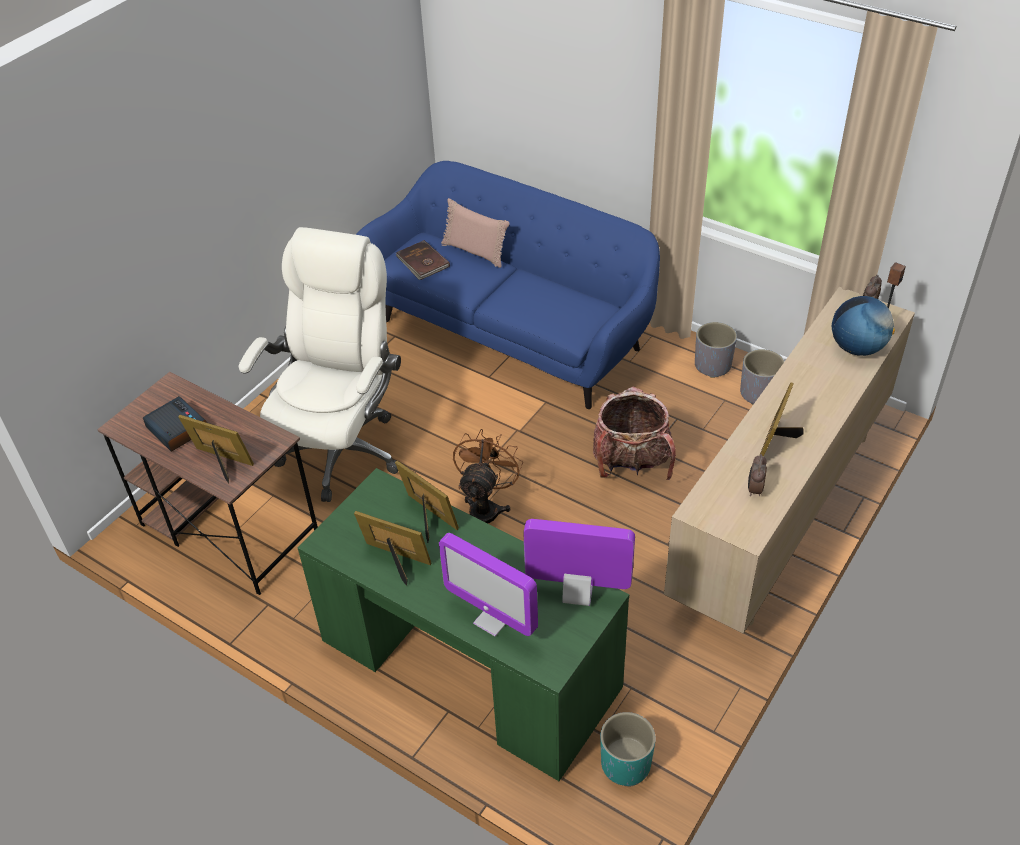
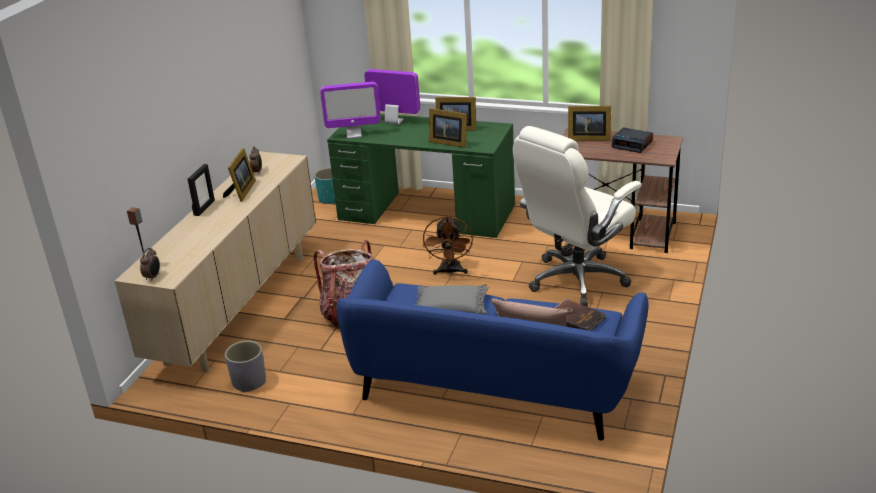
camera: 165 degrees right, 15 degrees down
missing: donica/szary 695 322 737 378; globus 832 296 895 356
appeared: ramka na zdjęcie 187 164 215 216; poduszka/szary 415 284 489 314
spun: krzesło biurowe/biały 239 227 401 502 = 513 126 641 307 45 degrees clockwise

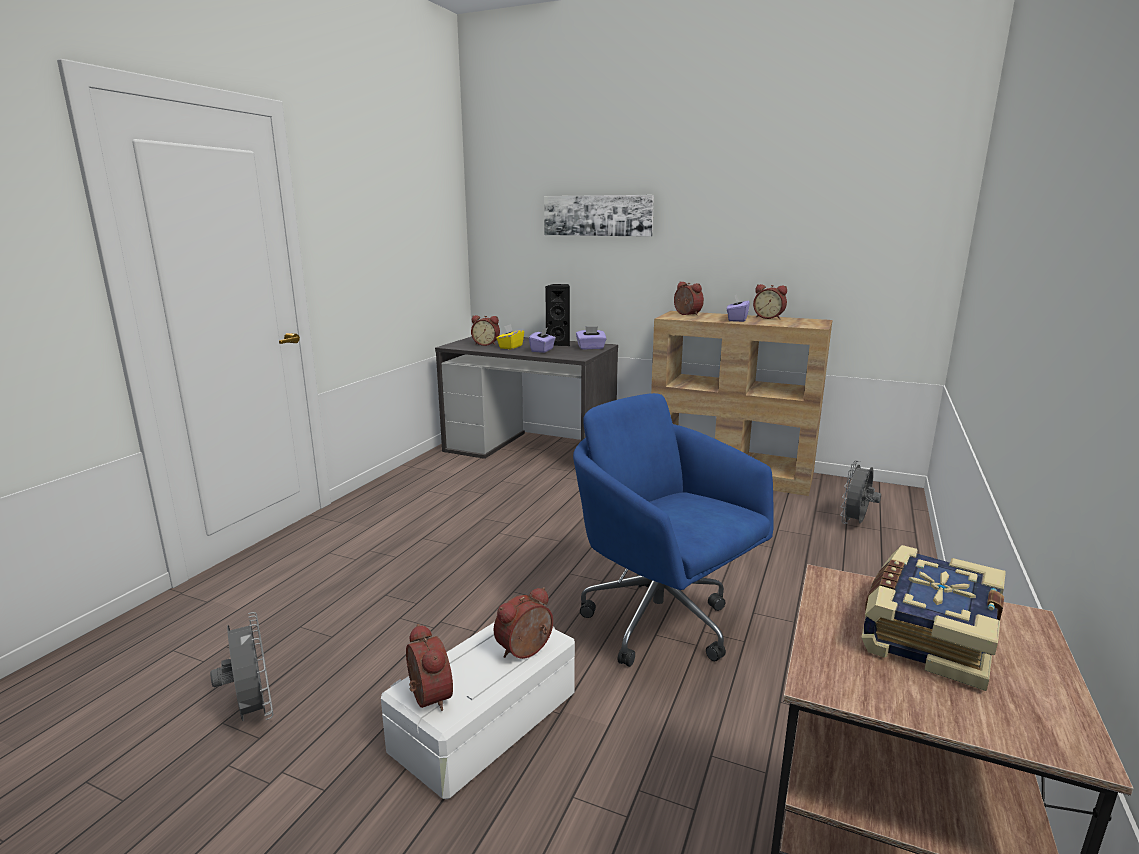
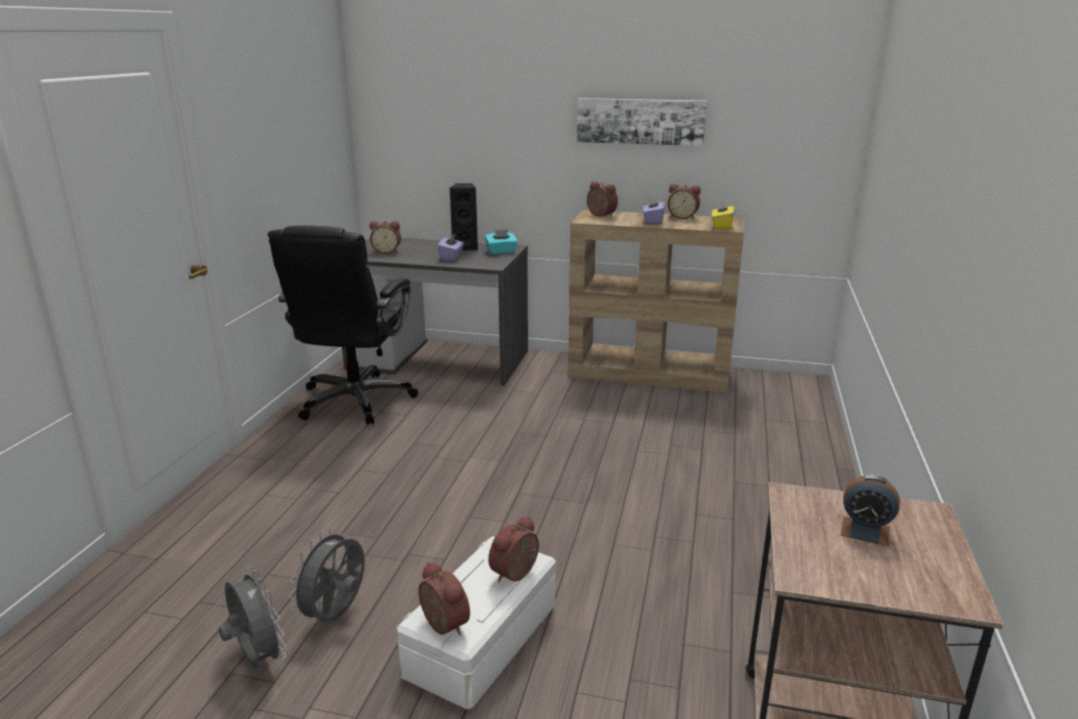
camera: 10 degrees left, 5 degrees up
missing: krzesło biurowe/niebieski 573 393 774 667
appeared: krzesło biurowe/czarny 268 225 418 425
relocated: pudełko chusteczek/żółty 496 324 524 349 to 712 201 734 230; obraz 544 195 654 237 to 577 98 707 146; wentylator/szary 840 460 881 524 to 288 528 365 623
exchanged: książka 861 545 1006 691 to budzik 841 475 900 546
colour: pudełko chusteczek/fioletowy 576 326 607 349 to pudełko chusteczek/turkusowy 484 229 518 254

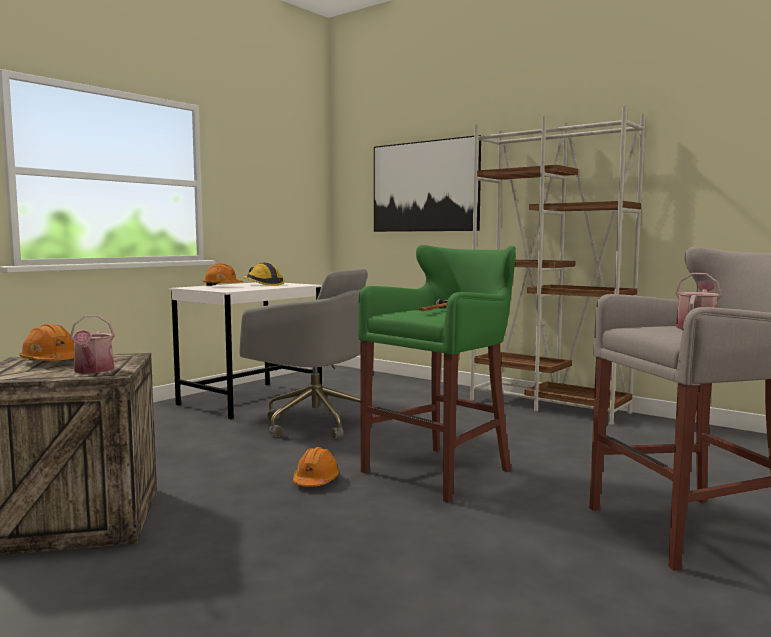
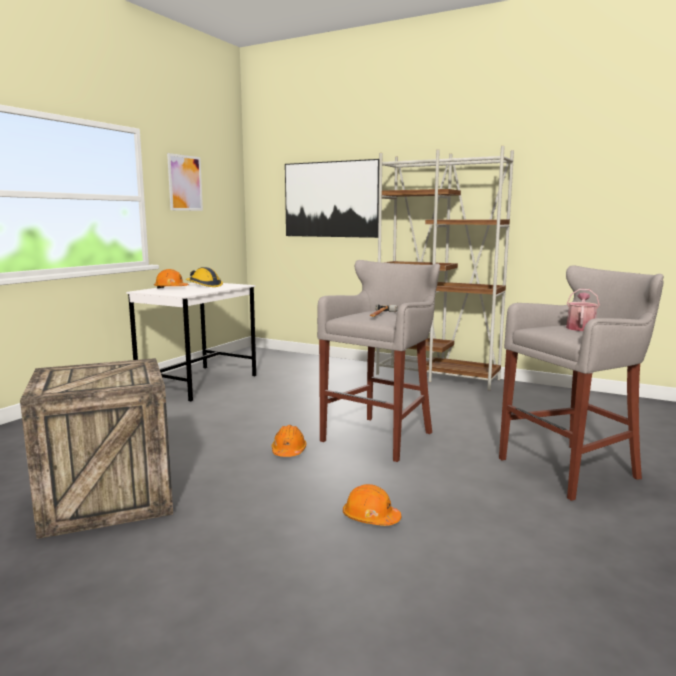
camera: 10 degrees left, 5 degrees up
missing: konewka 70 315 115 374; krzesło biurowe/szary 240 269 368 439
appeared: obraz 167 153 203 211
relocated: kask/pomarańczowy 19 324 74 361 to 343 484 401 526
colour: stołek/zielony 358 245 516 503 to stołek/szary 317 260 440 462

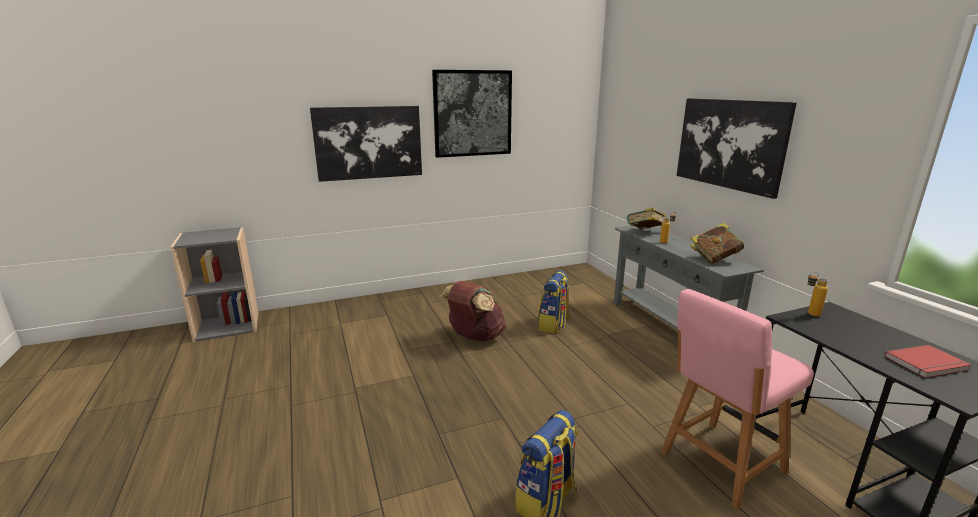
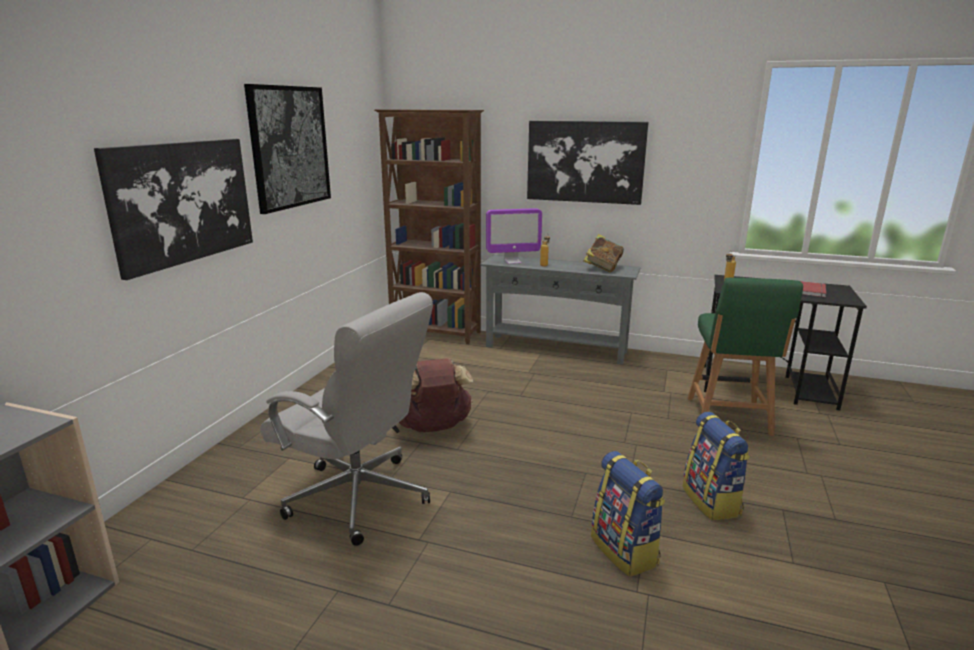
camera: 50 degrees left, 0 degrees up
appeared: krzesło biurowe/szary 261 292 433 546; regał/brązowy 374 109 484 344
relocated: plecak 538 270 570 334 to 591 451 665 577
exchanged: książka 627 208 666 229 to monitor 486 209 542 264
colour: krzesło/różowy 661 289 814 510 to krzesło/zielony 687 278 803 436

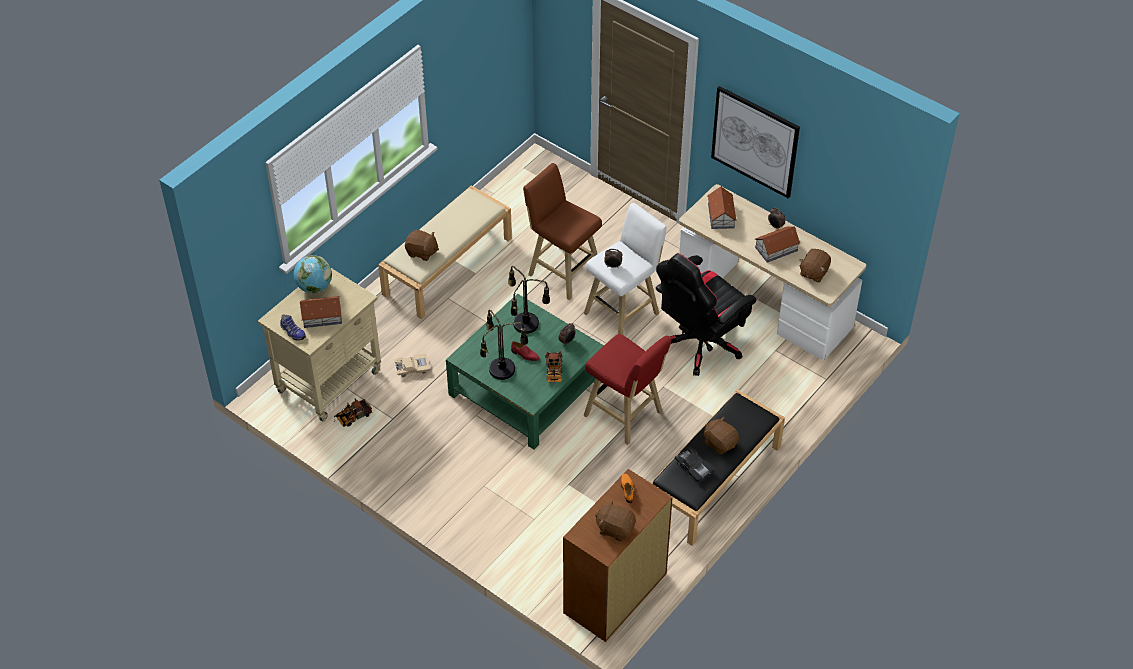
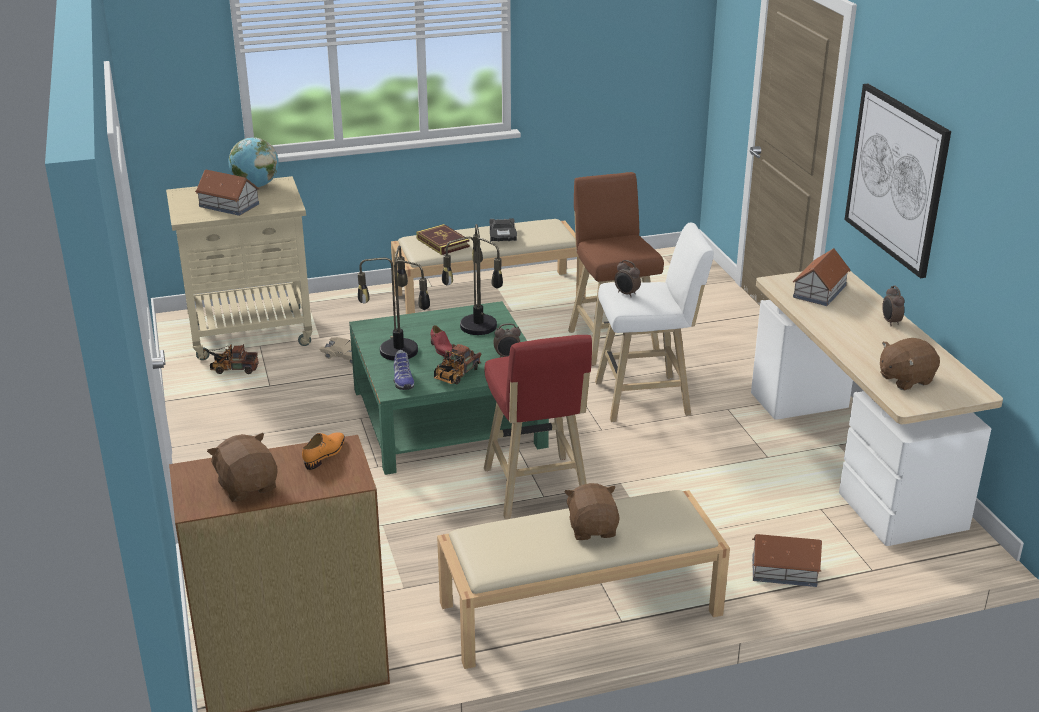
camera: 35 degrees right, 20 degrees down
missing: krzesło biurowe/czarny 656 253 756 376
relocated: but 280 314 306 340 to 393 350 414 390; samochodzik/czarny 675 446 715 482 to 489 218 517 241; domek 755 226 800 263 to 752 534 822 587
exchanged: pluszak/brązowy 405 230 439 261 to książka 416 224 470 255
colour: ławka/czarny 651 390 785 546 to ławka/beżowy 437 490 730 669

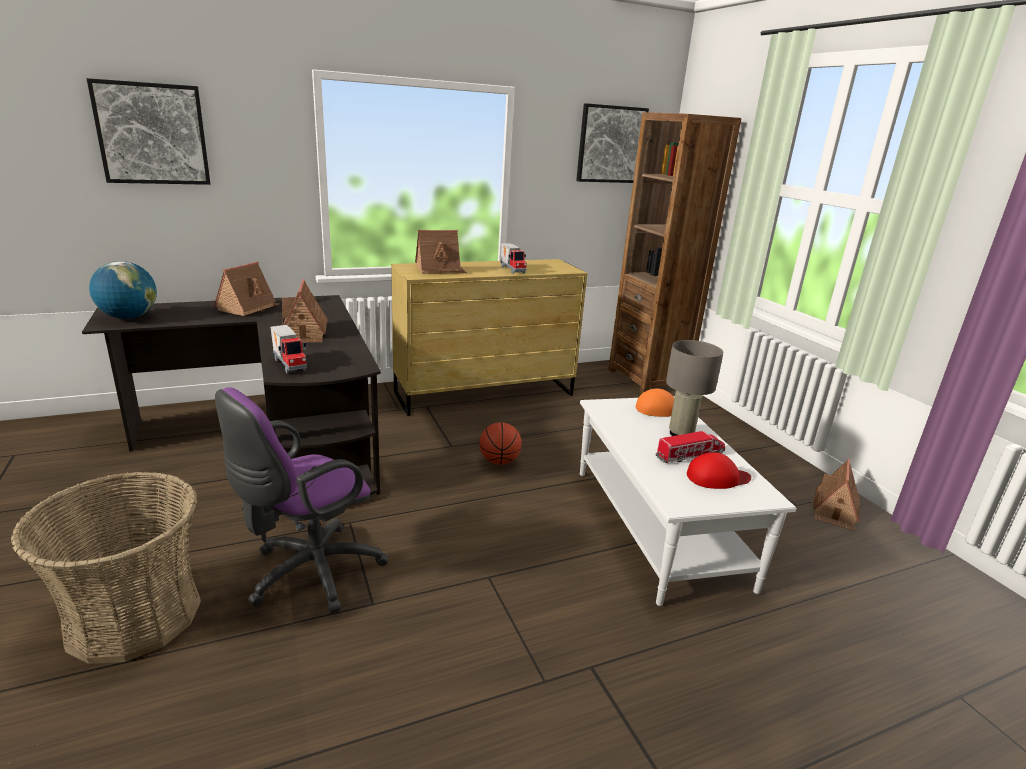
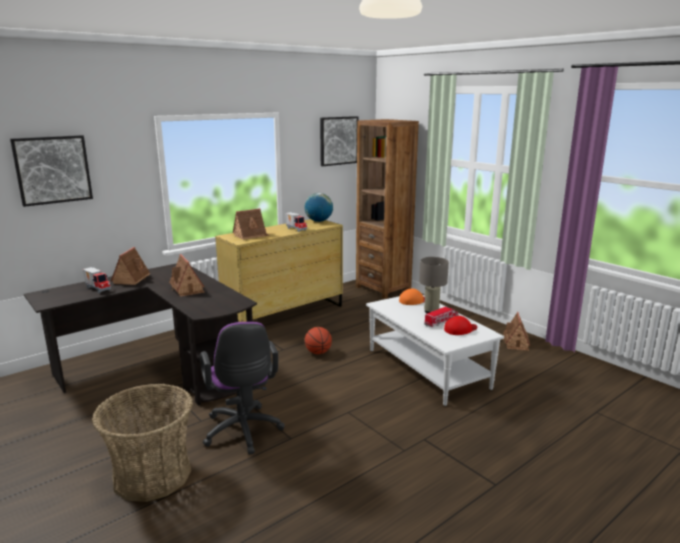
camera: 15 degrees left, 5 degrees down
relocated: globus 89 261 157 319 to 304 193 333 222; ciężarówka zabawkowa 271 325 307 373 to 83 267 111 293
spun: krzesło biurowe/fioletowy 215 387 388 614 = 200 322 284 455 45 degrees counterclockwise

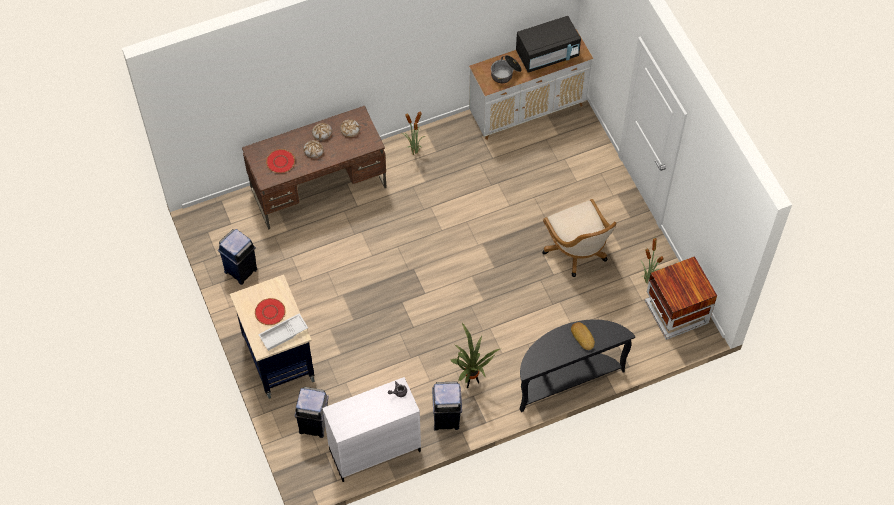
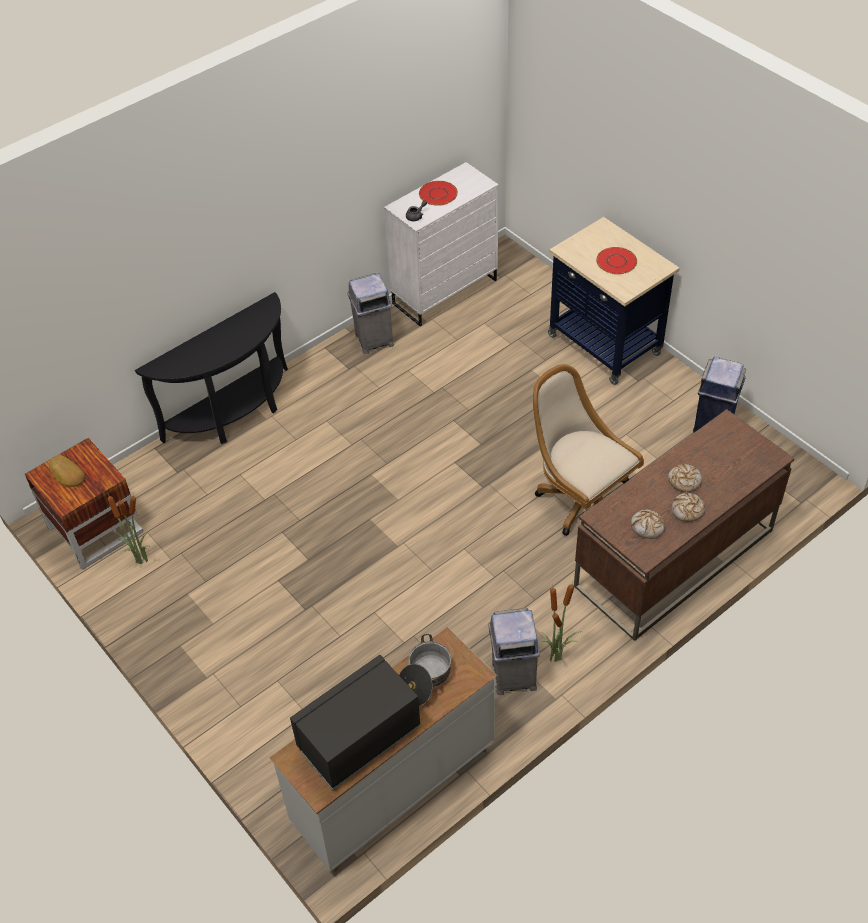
camera: 165 degrees right, 10 degrees down
missing: taca/biały 258 314 308 351; roślina doniczkowa 450 323 500 388
relocated: talerz/czerwony 266 149 295 173 to 419 181 458 206; kosz na śmieci/szary 294 387 329 438 to 488 608 540 695; krzesło biurowe 542 199 616 277 to 533 364 644 536; chleb 571 322 595 350 to 49 455 85 487

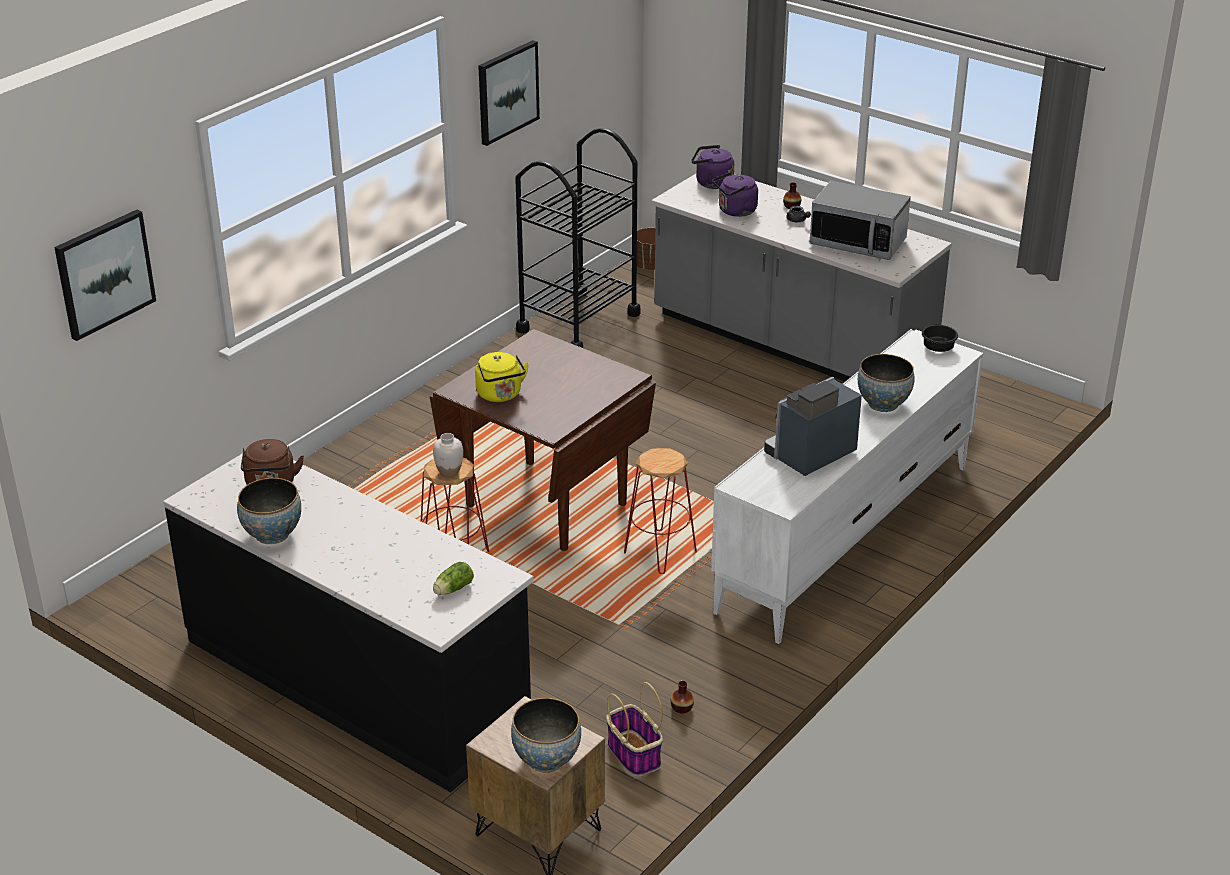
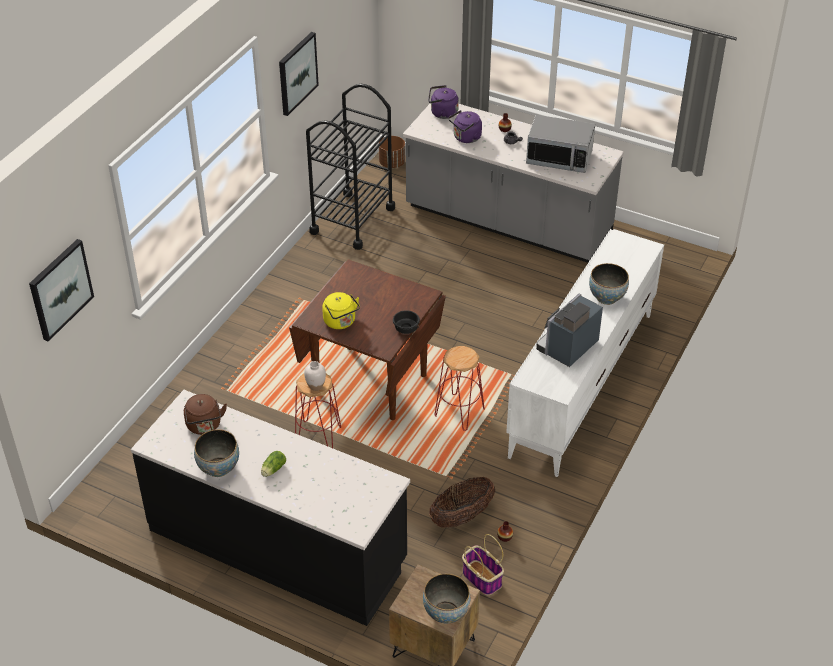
camera: 10 degrees left, 10 degrees up
appeared: koszyk 429 477 495 528
relocated: sałata 433 562 474 595 to 261 451 286 477; miska/czarny 922 325 958 352 to 393 310 420 334

